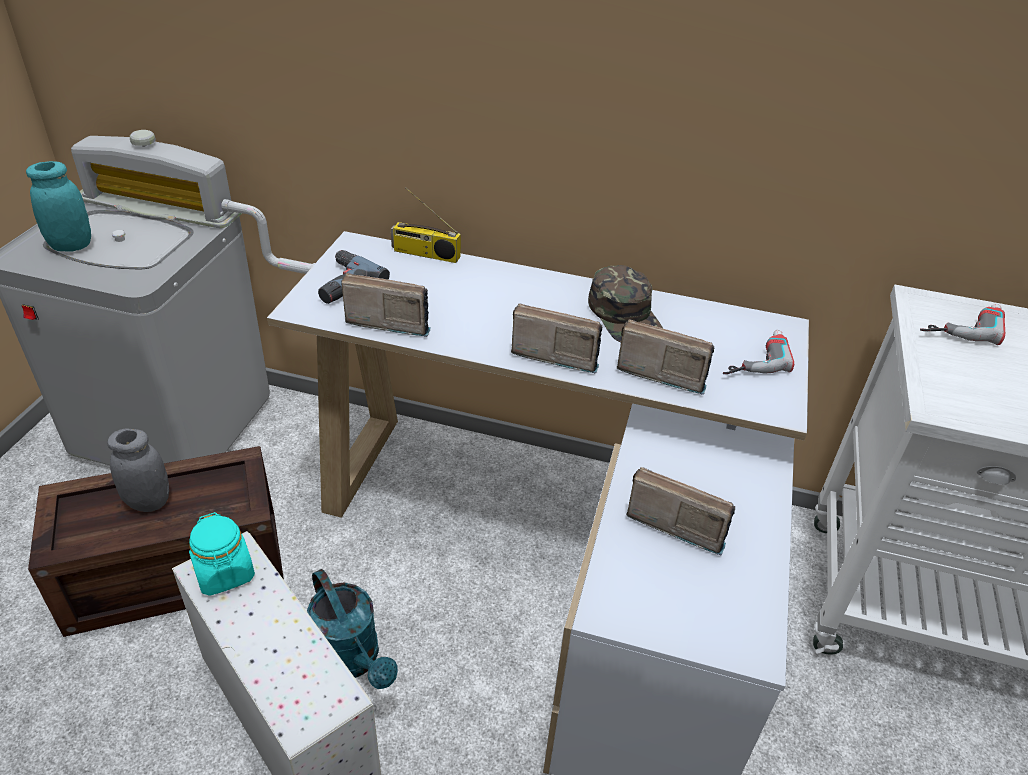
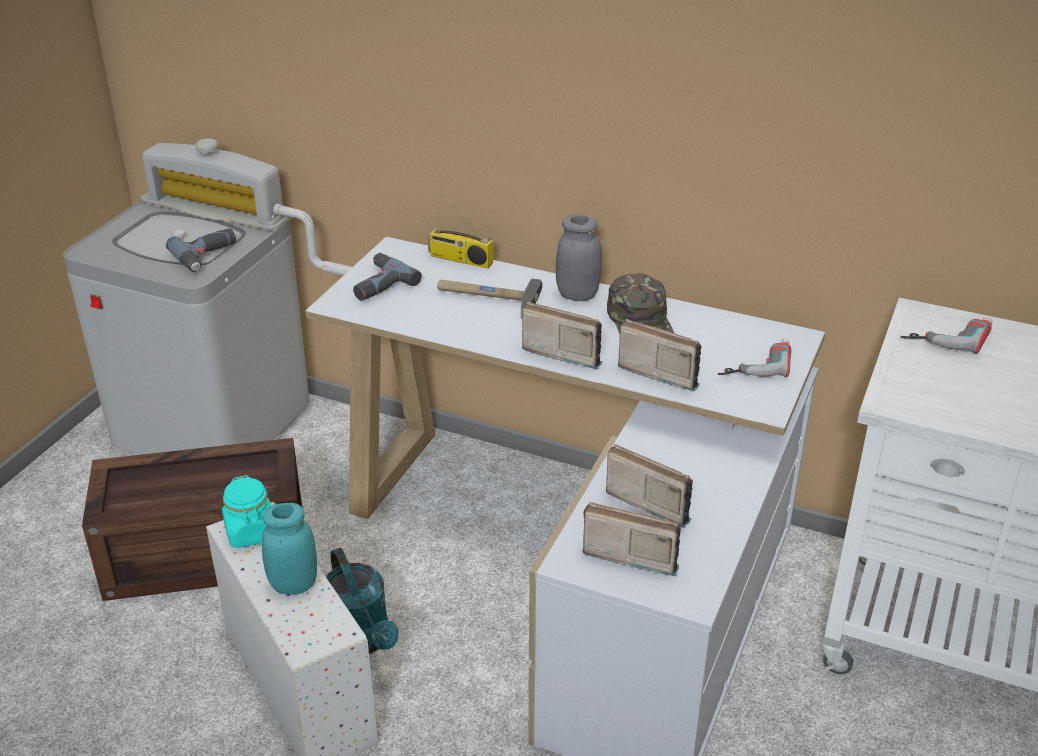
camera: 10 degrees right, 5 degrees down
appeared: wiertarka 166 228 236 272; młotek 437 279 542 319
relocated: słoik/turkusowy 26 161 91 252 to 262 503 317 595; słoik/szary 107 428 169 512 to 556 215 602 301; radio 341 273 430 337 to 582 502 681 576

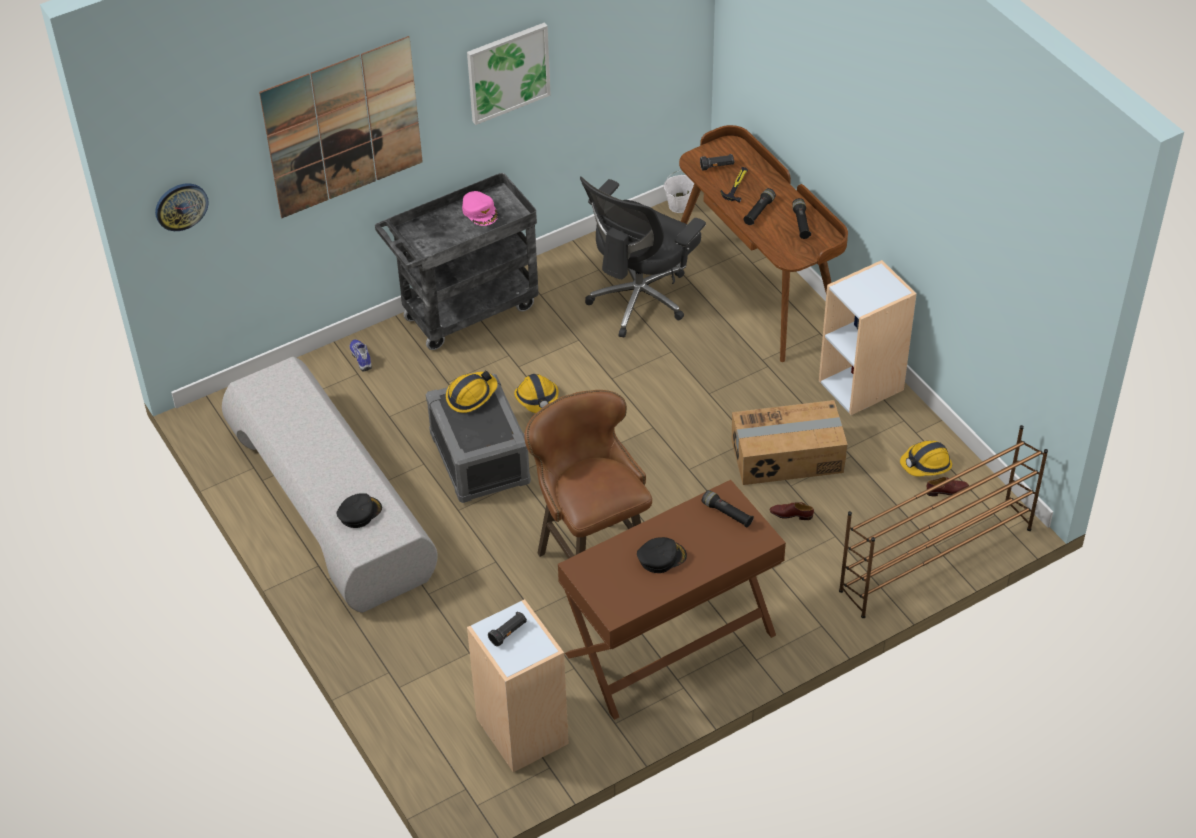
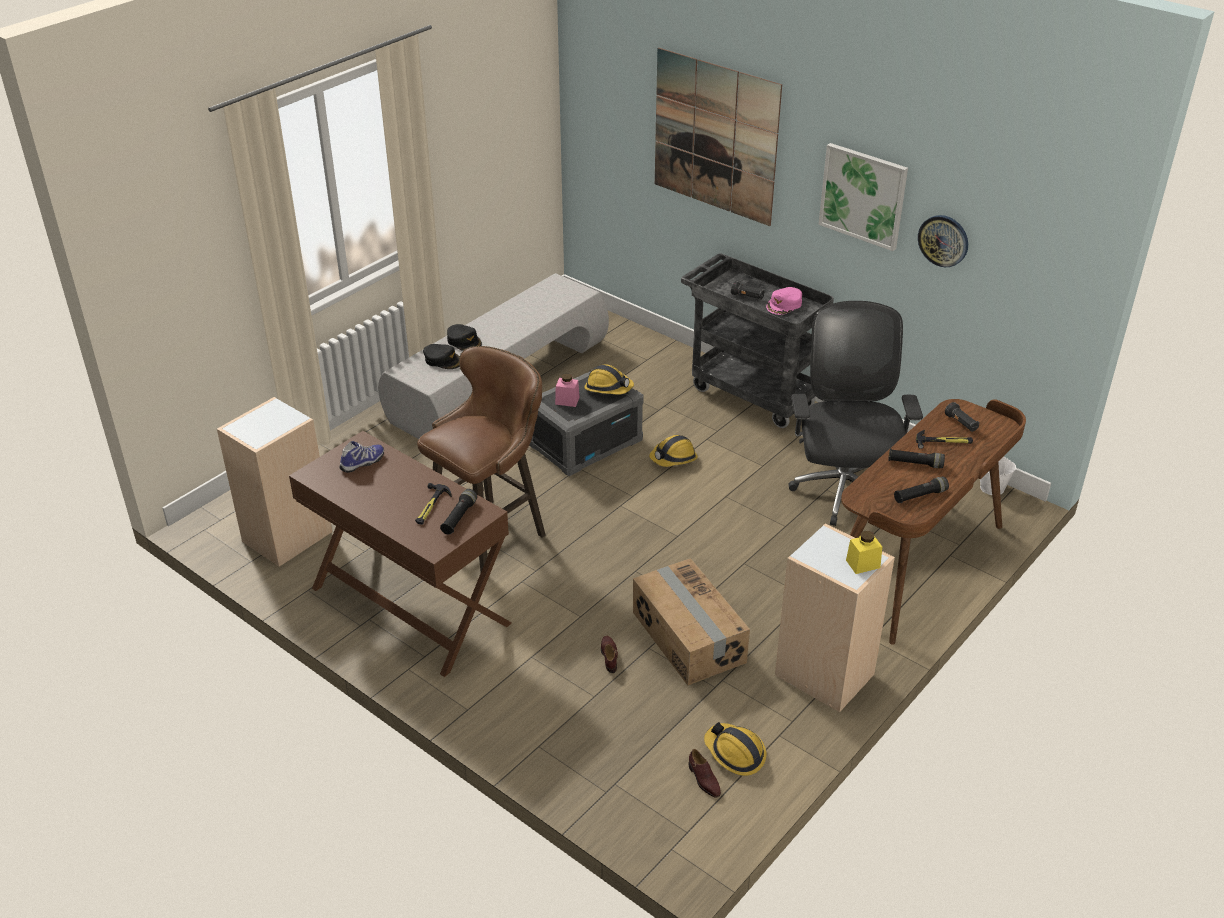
camera: 70 degrees right, 10 degrees down
missing: regał na buty/brązowy 839 425 1048 618
appeared: młotek 415 483 452 525; słoik/różowy 555 373 580 407; słoik/żółty 846 531 882 574
relocated: zegar ścienny 155 183 209 231 to 918 215 968 267; but 350 339 372 371 to 339 441 384 473; latarka/czarny 488 611 527 647 to 731 281 764 300; czapka z daszkiem/czarny 637 537 687 573 to 447 324 482 351
spun: krzesło biurowe 580 177 706 338 = 789 301 923 526 75 degrees clockwise

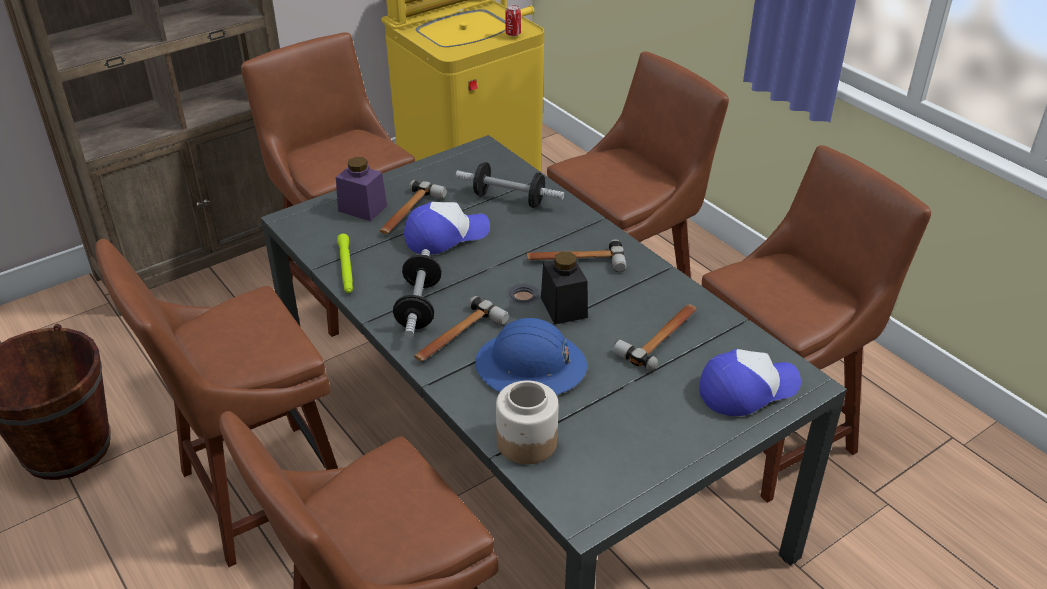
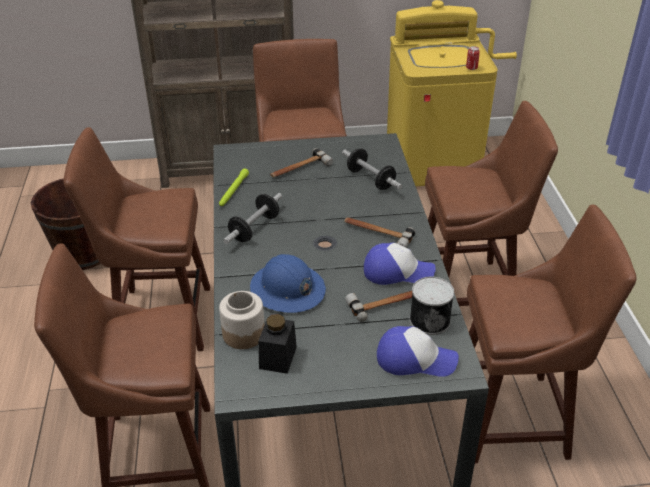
camera: 30 degrees right, 0 degrees up
missing: słoik/fioletowy 336 157 387 221; młotek 414 296 509 361
appeared: puszka 410 277 454 335
relocated: czapka z daszkiem 404 202 490 255 to 364 243 436 285; słoik/czarny 541 252 588 325 to 258 314 297 374

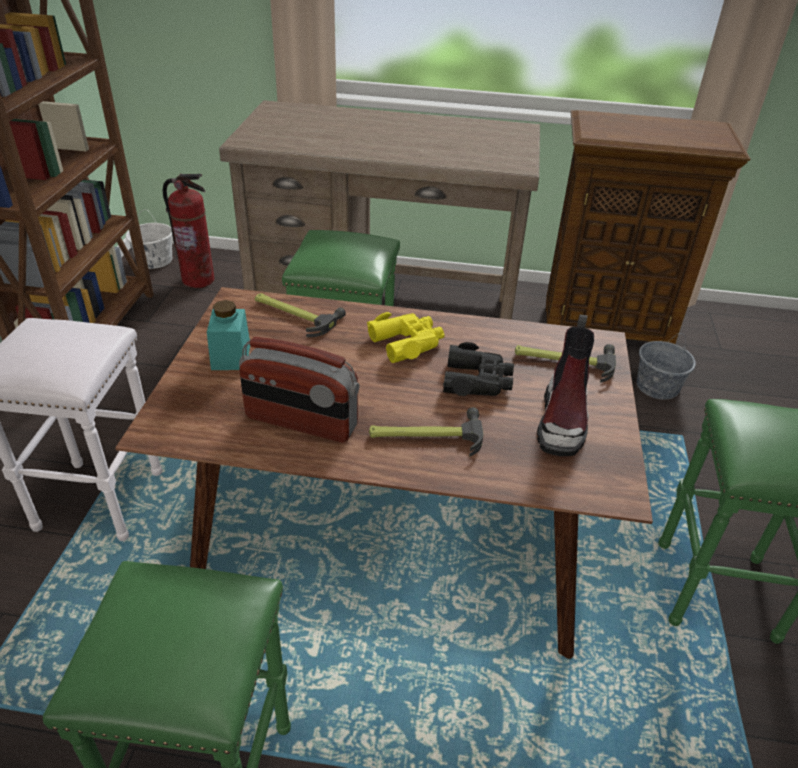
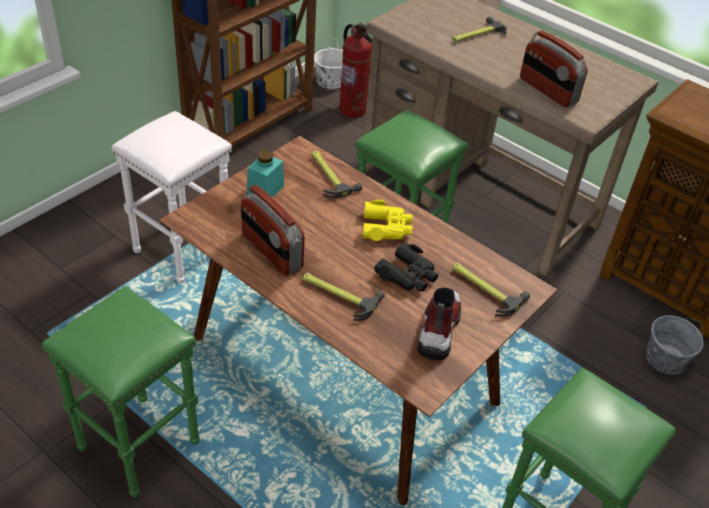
camera: 30 degrees right, 5 degrees up
appeared: młotek 452 16 507 42; radio 520 31 588 108
spun: but z cholewką 537 315 594 456 = 417 288 461 361 150 degrees clockwise

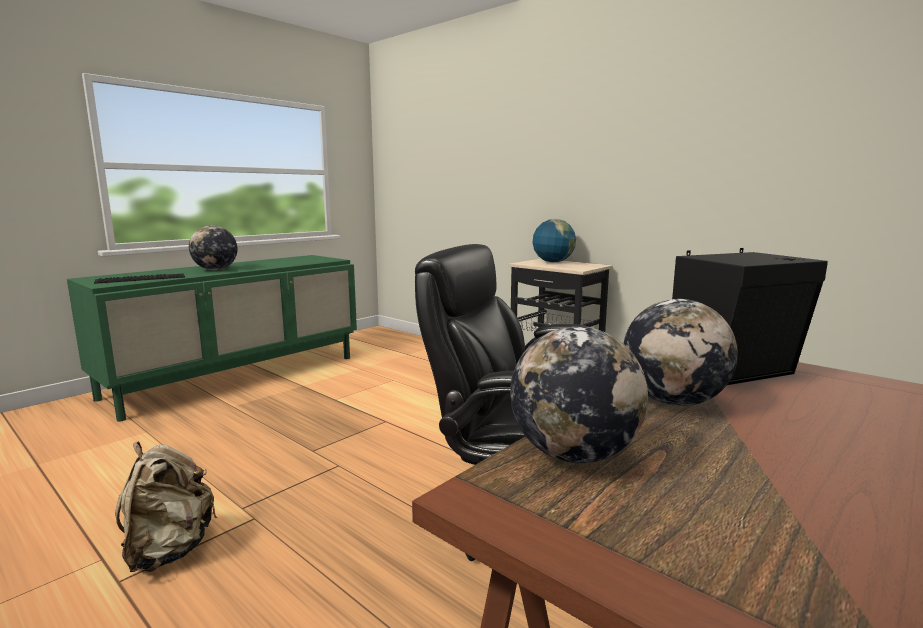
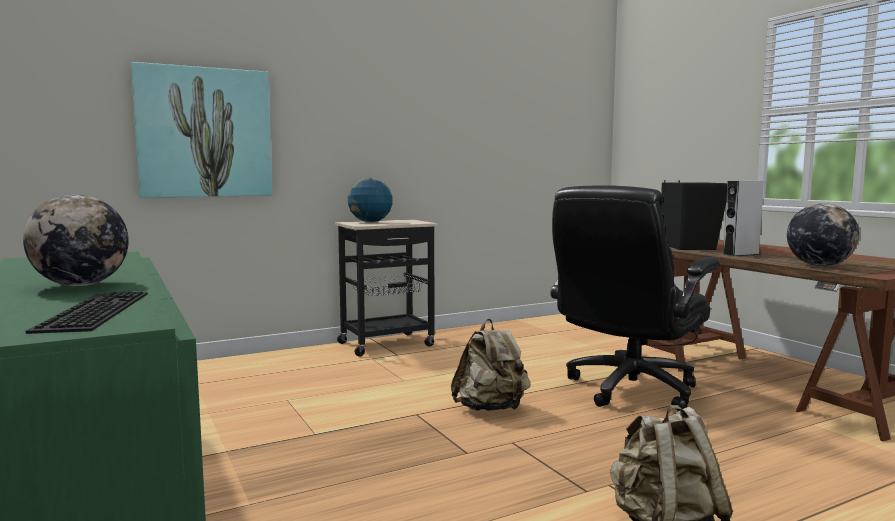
camera: 70 degrees left, 5 degrees down
appeared: obraz 131 62 273 198; plecak/beżowy 451 319 531 411
exchanged: globus 623 299 738 406 to głośnik/szary 722 181 764 256

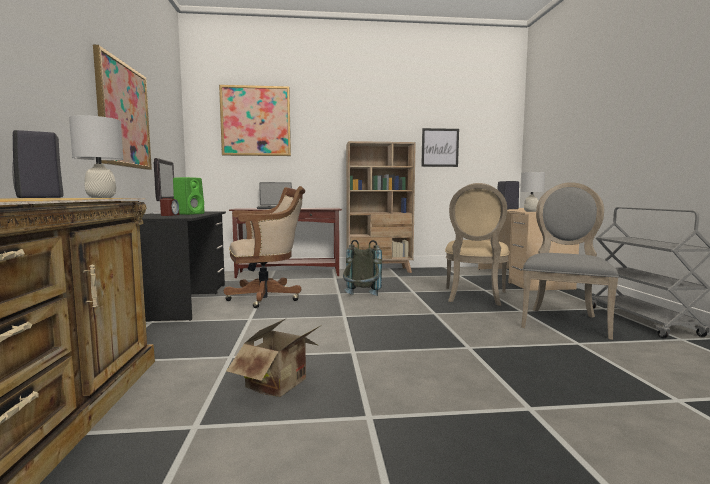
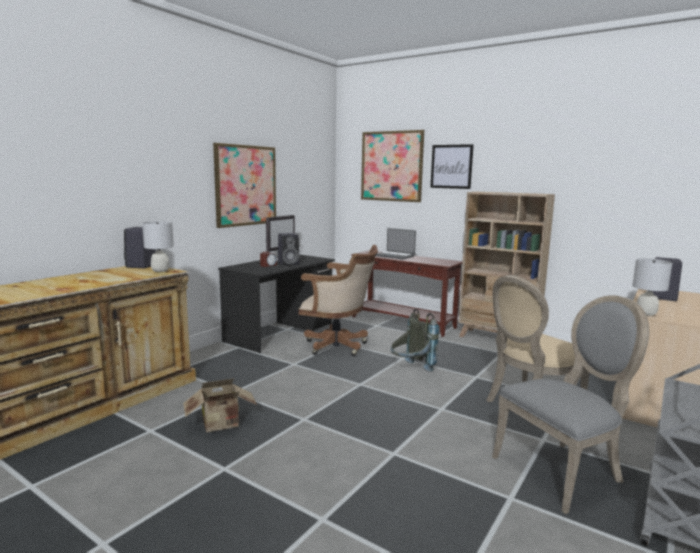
camera: 40 degrees right, 5 degrees up
relocated: obraz 421 128 459 167 to 430 144 474 189
colour: głośnik/zielony 173 177 204 215 to głośnik/czarny 278 233 299 266

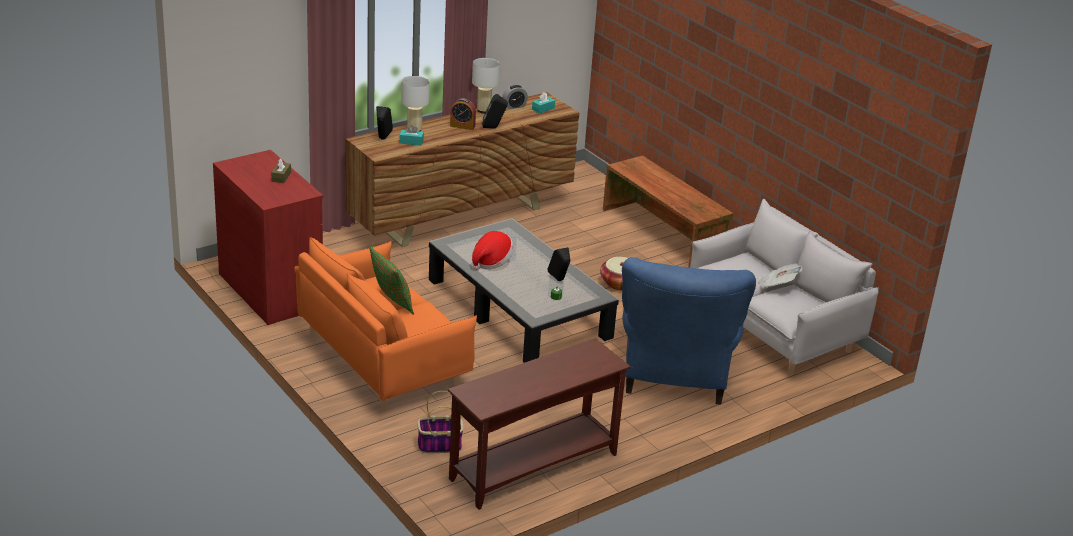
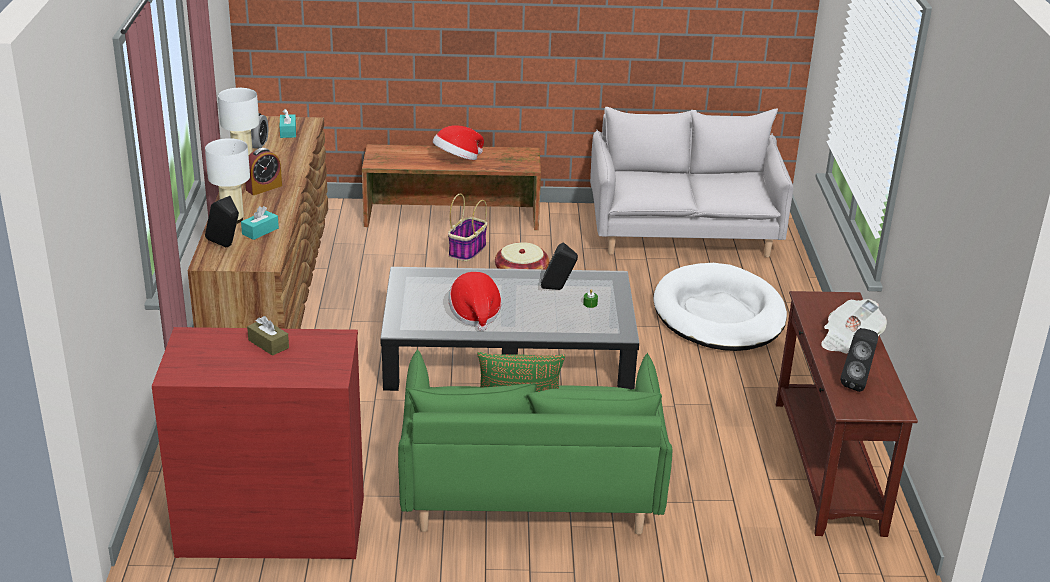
camera: 55 degrees left, 0 degrees up
appeared: kapelusz 433 125 484 160
relocated: koszyk 417 391 463 453 to 448 194 487 261; głośnik/czarny 481 94 508 128 to 840 328 878 392; gazeta 758 264 802 288 to 821 299 887 354
exchanged: fotel/niebieski 622 257 756 405 to legowisko/biały 653 263 787 351
colour: kanapa/pomarańczowy 294 236 477 411 to kanapa/zielony 398 349 673 535

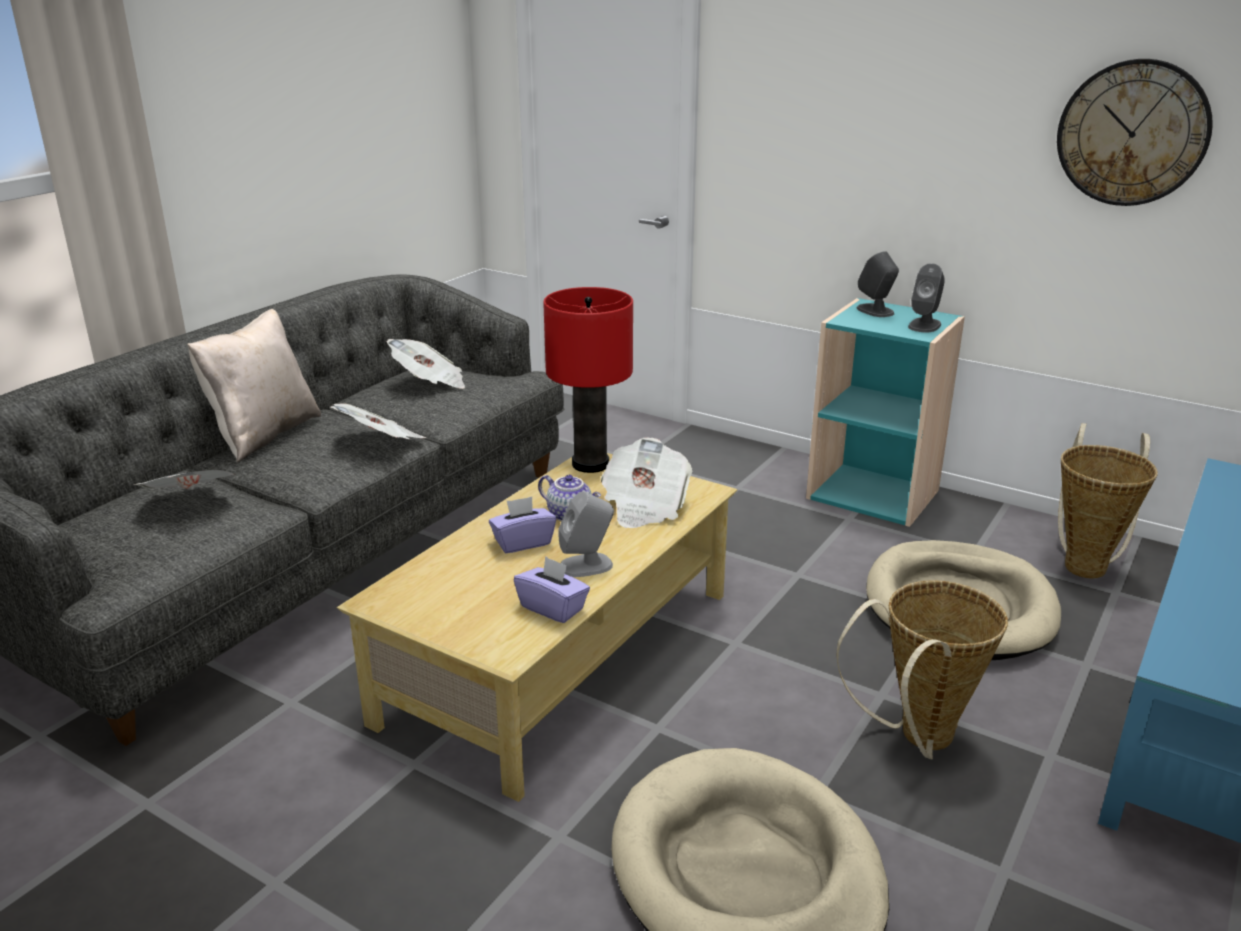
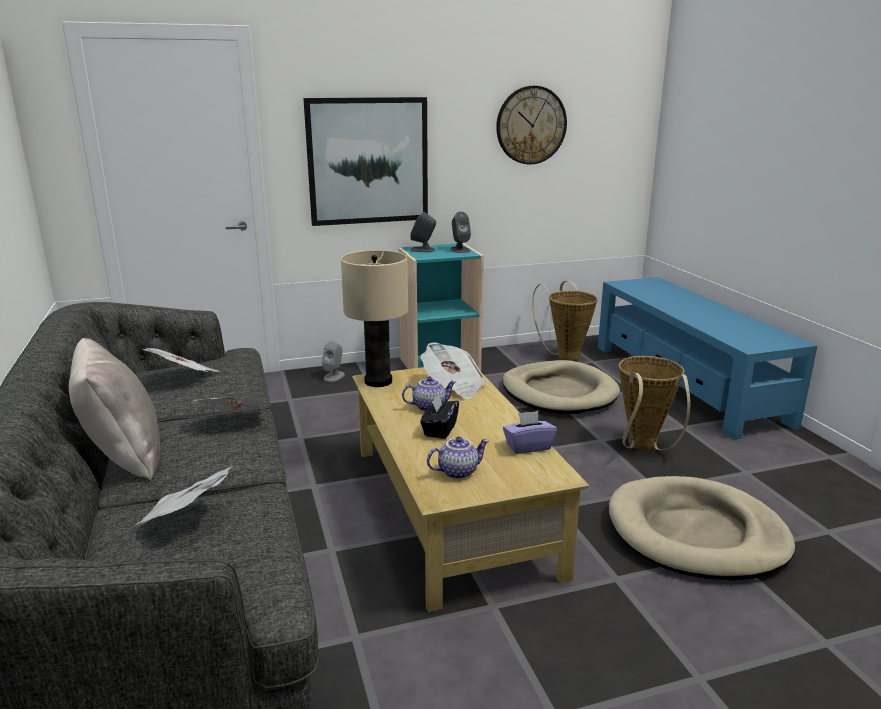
camera: 50 degrees left, 5 degrees down
appeared: obraz 303 97 428 226; imbryk 427 436 489 479
relocated: głośnik/szary 559 491 614 577 to 322 341 345 382
colour: pudełko chusteczek/fioletowy 489 497 556 553 to pudełko chusteczek/czarny 420 394 459 439; lampa stołowa/czerwony 543 287 633 473 to lampa stołowa/beżowy 341 250 408 387

